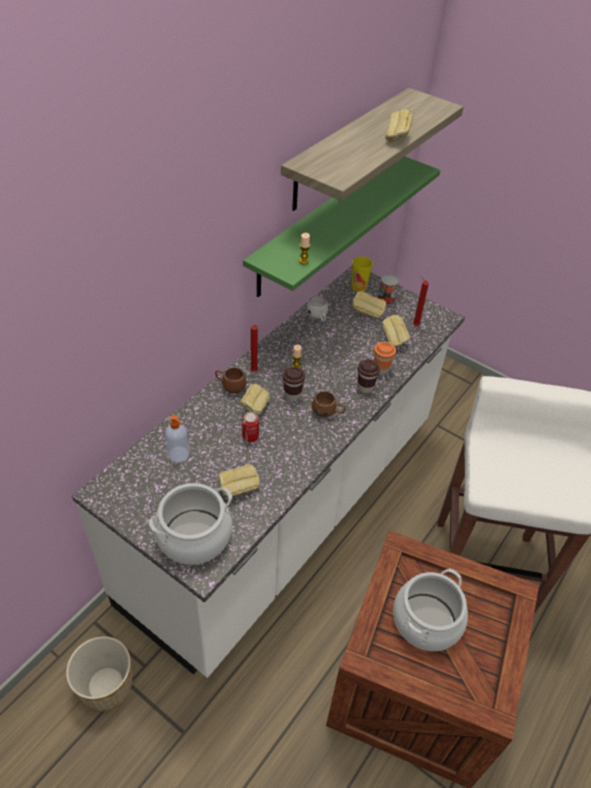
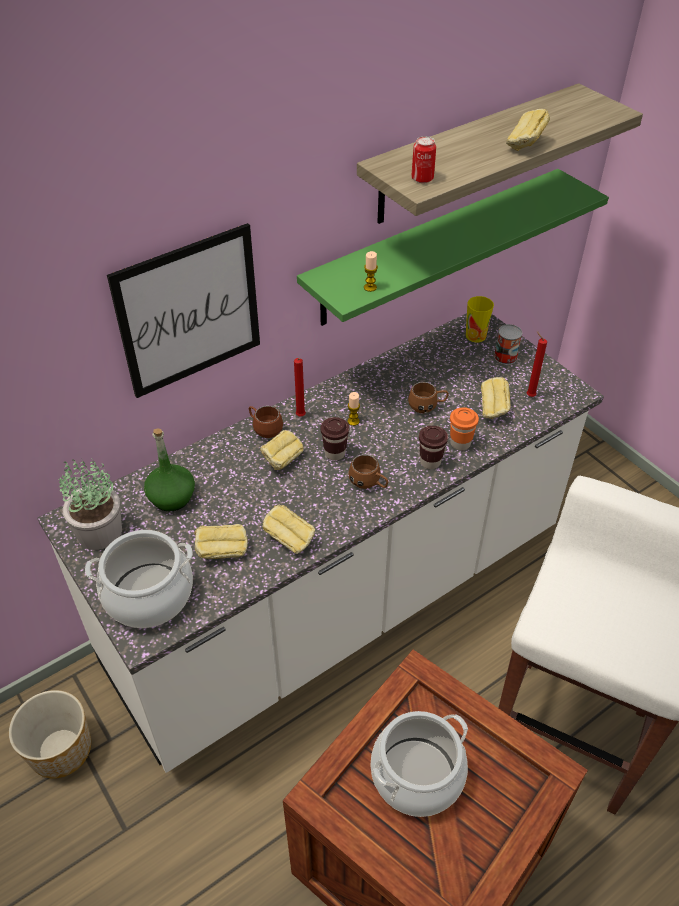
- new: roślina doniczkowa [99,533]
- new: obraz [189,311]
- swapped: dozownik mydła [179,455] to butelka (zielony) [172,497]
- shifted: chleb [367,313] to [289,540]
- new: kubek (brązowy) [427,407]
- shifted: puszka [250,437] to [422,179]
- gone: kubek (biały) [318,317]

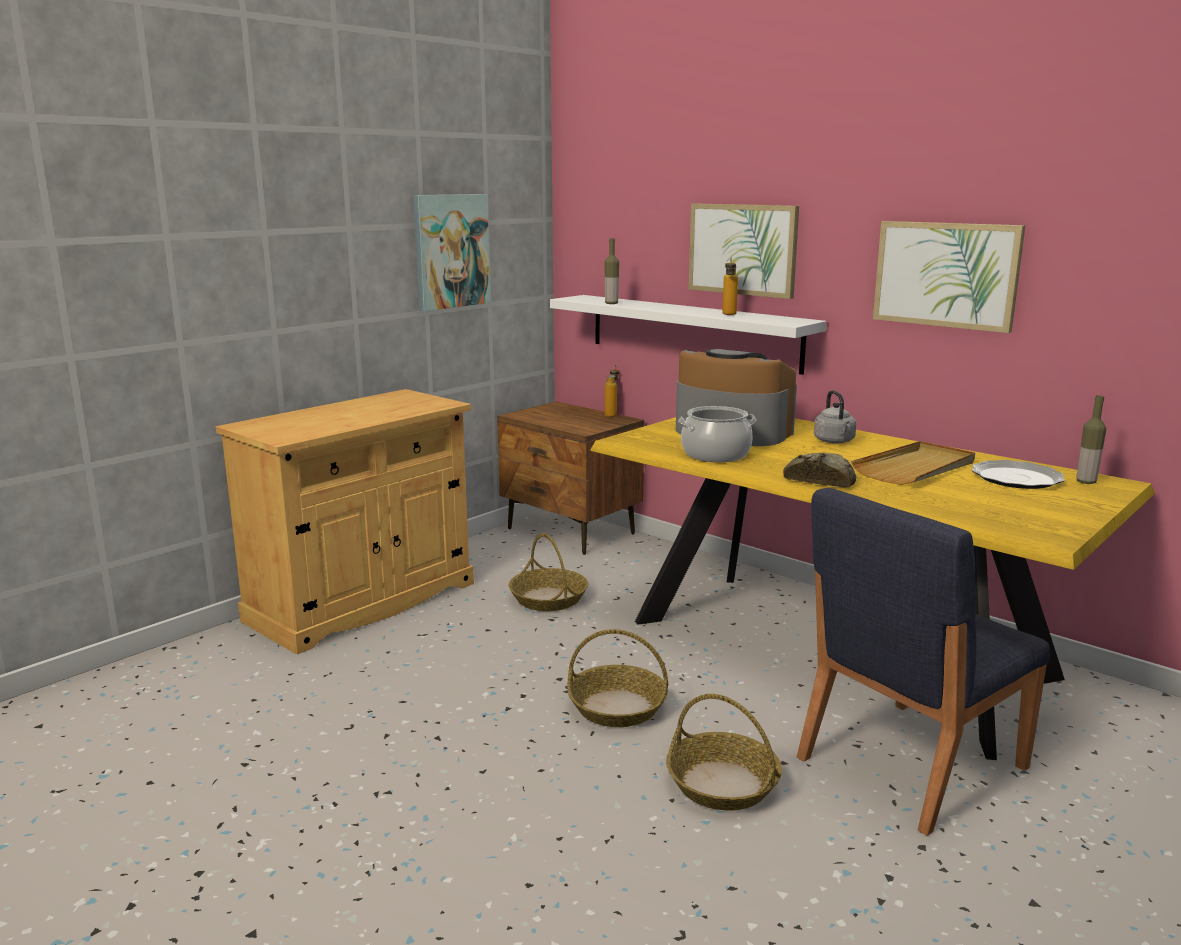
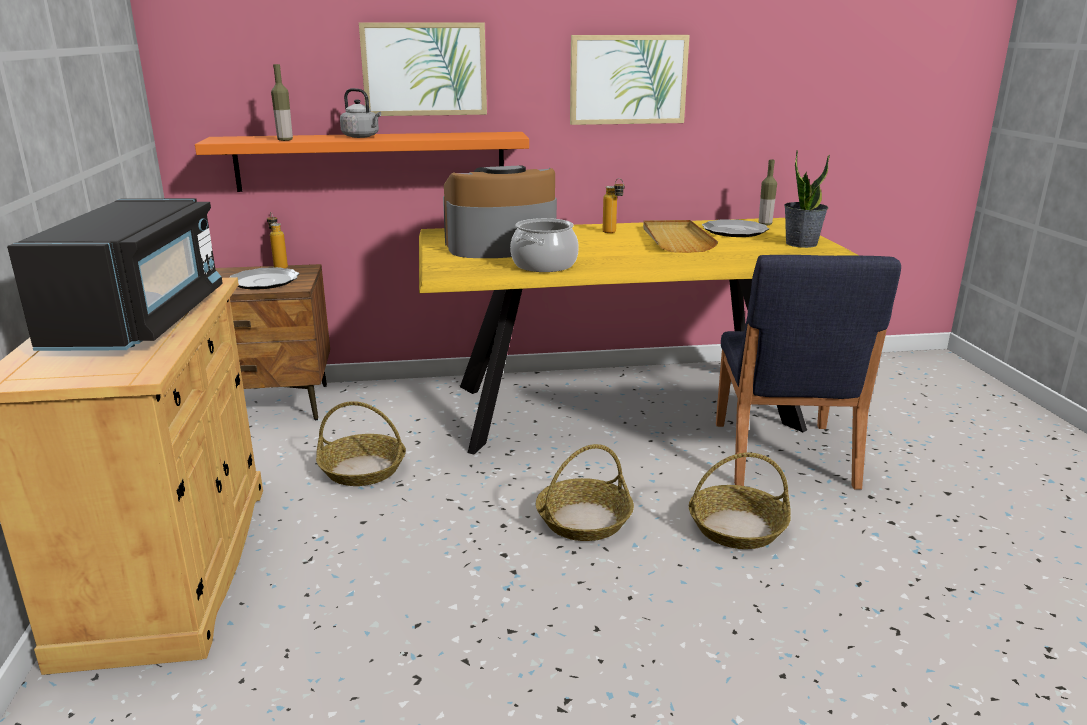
- new: mikrofalówka (czarny) [140,321]
- repainted: półka (biały) [692,332] to półka (pomarańczowy) [371,161]
- new: talerz [264,281]
- shifted: czajnik (szary) [835,441] to [362,137]
- shifted: butelka [728,315] to [613,233]
- new: roślina doniczkowa [801,243]
- gone: obraz [451,251]
- gone: chleb [819,480]

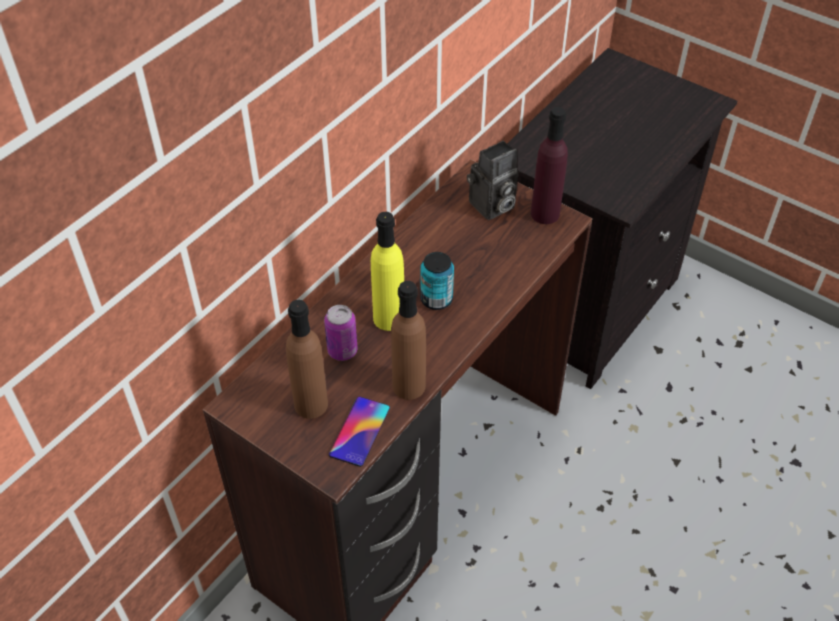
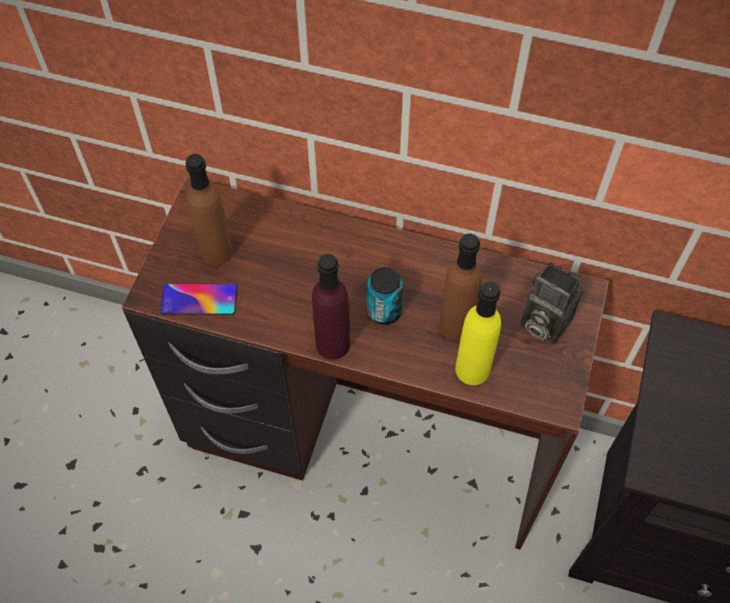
- shifted: butelka (fioletowy) [545,213] to [332,344]
- shifted: butelka (brązowy) [409,386] to [455,325]
- shifted: butelka (żółty) [389,318] to [472,369]
- gone: puszka [342,351]

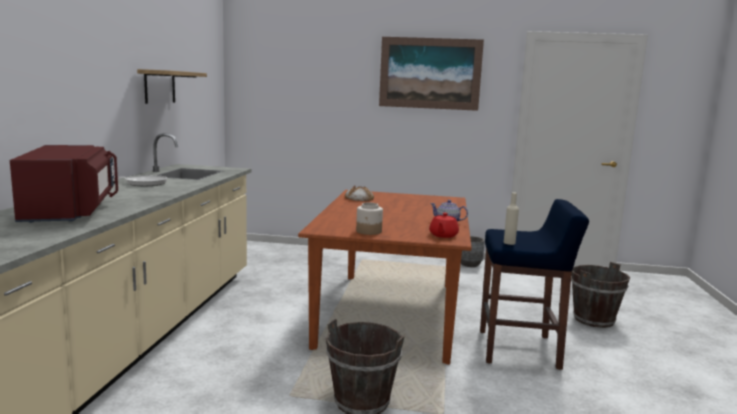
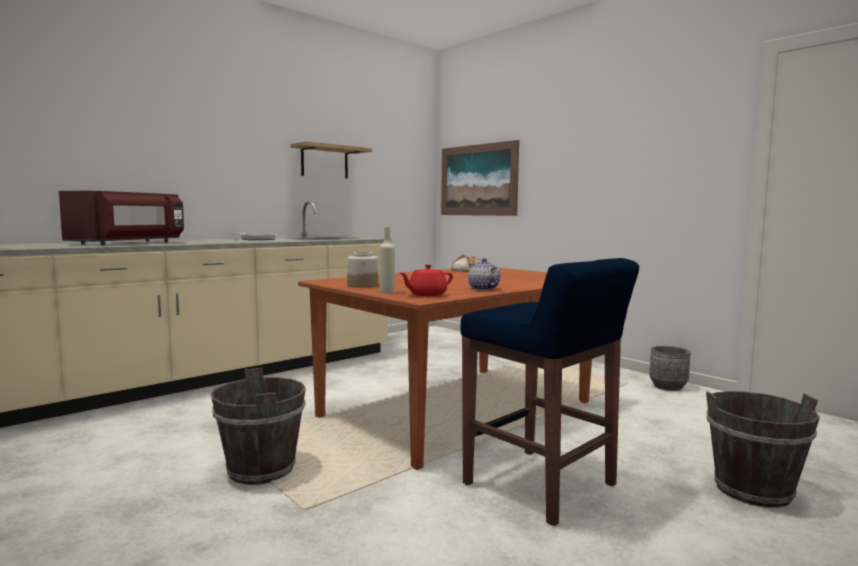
- shifted: butelka (beżowy) [509,243] to [387,292]
- shifted: obraz [430,73] to [478,180]

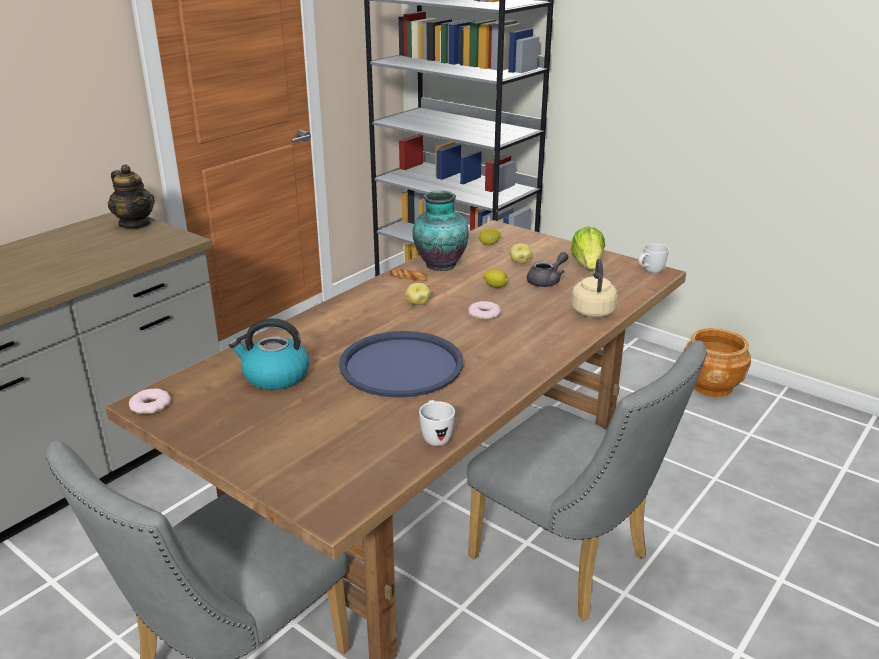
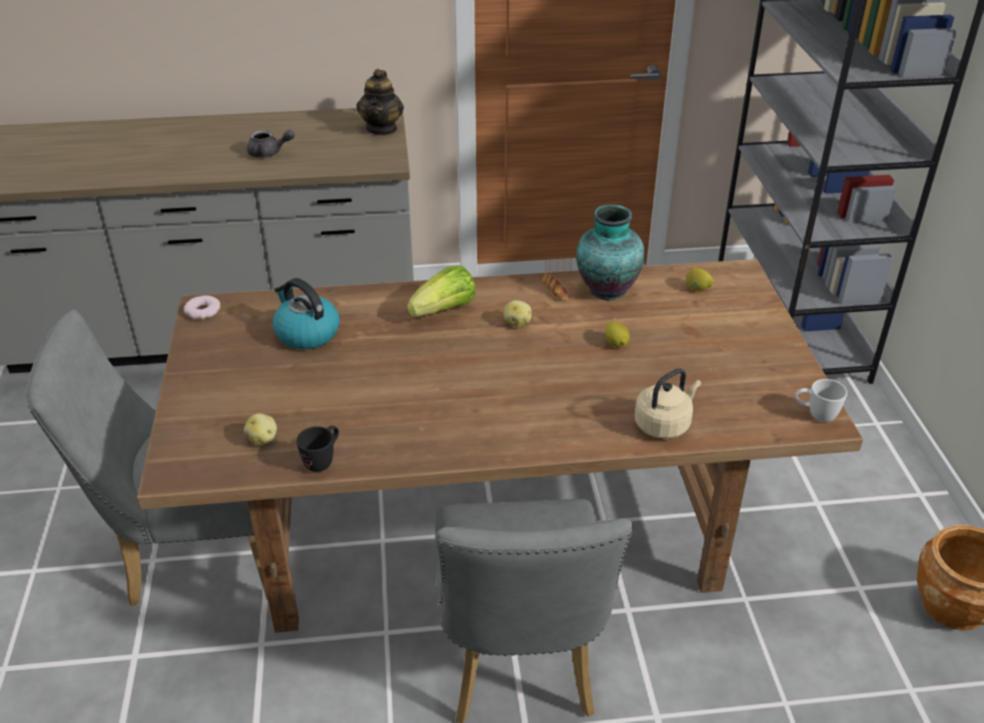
- shifted: ziemniak [520,262] to [263,439]
- shifted: imbryk (szary) [547,281] to [269,153]
- repainted: kubek (biały) [435,436] to kubek (czarny) [323,461]
- shifted: sałata [587,264] to [445,310]
- gone: taca (niebieski) [401,365]
- gone: donut [484,314]

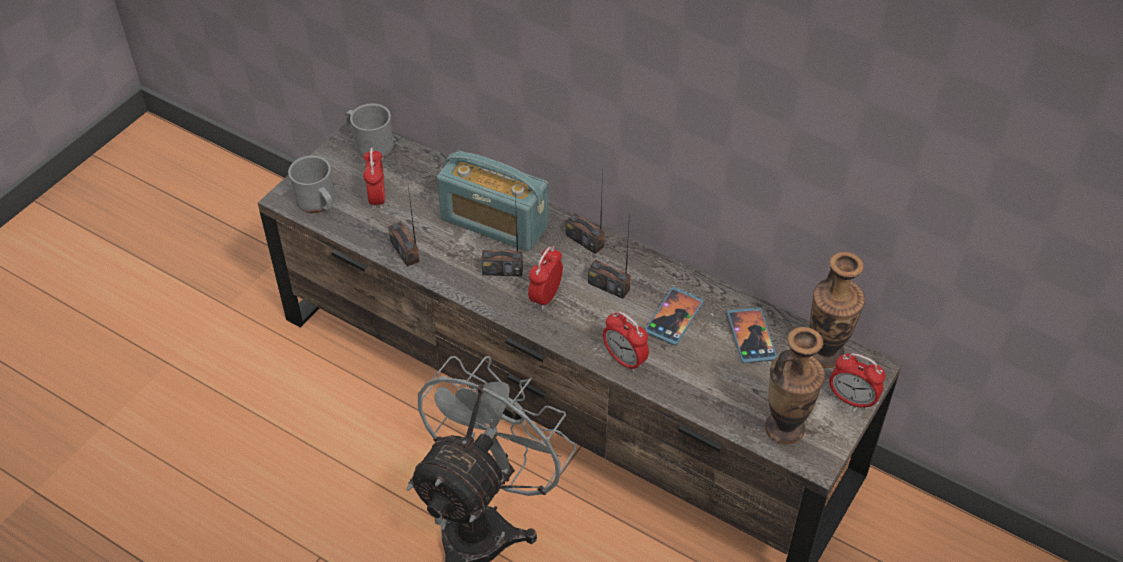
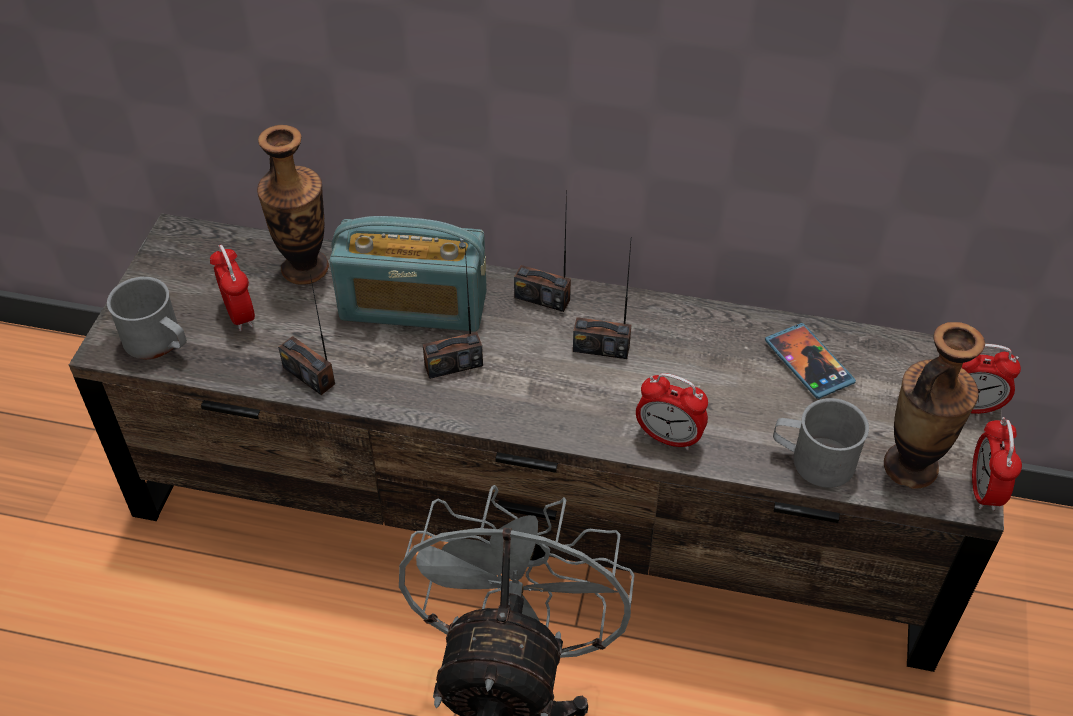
- shifted: wazon [825,353] to [305,268]
- shifted: kubek (szary) [369,143] to [812,460]
- shifted: budzik [545,296] to [983,490]
- gone: telefon [674,318]

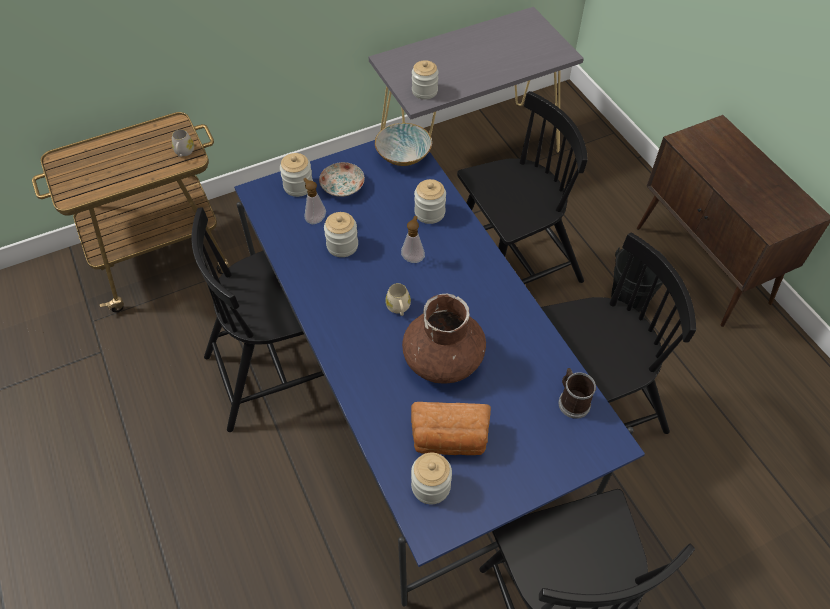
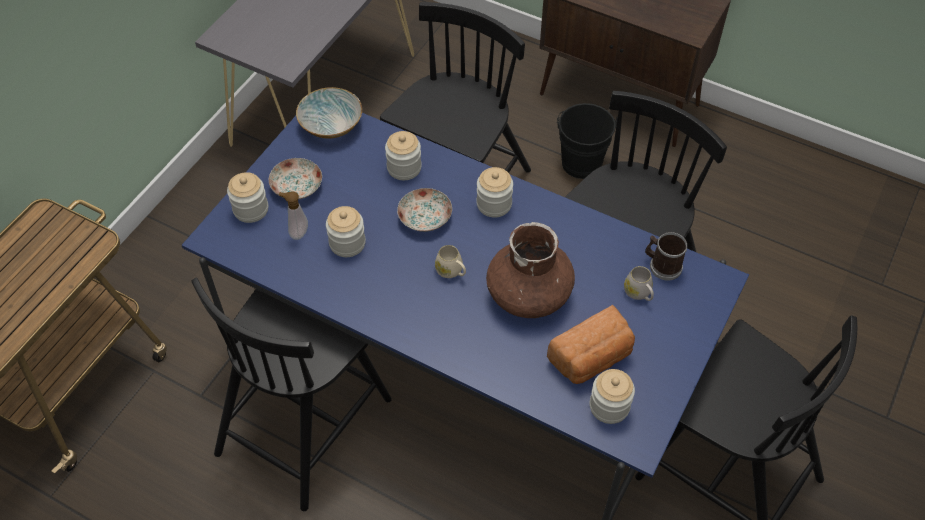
- swapped: dozownik mydła [413,258] to talerz [425,218]
- shifted: słoik [424,91] to [494,204]
- shifted: kubek (biały) [184,152] to [639,293]

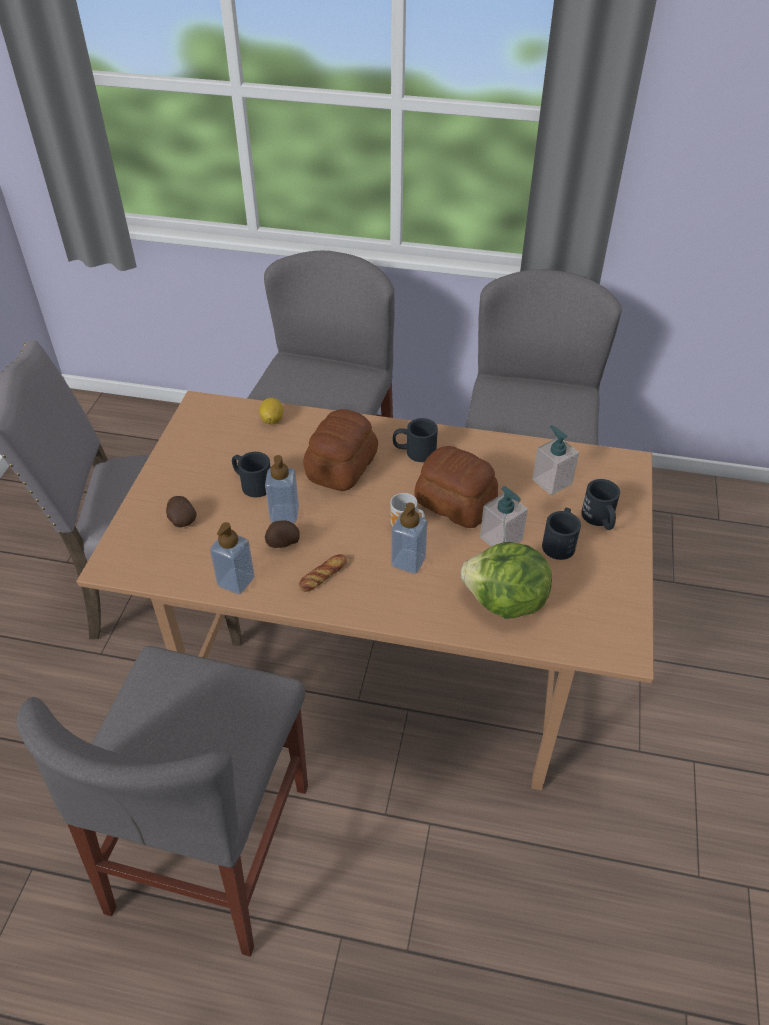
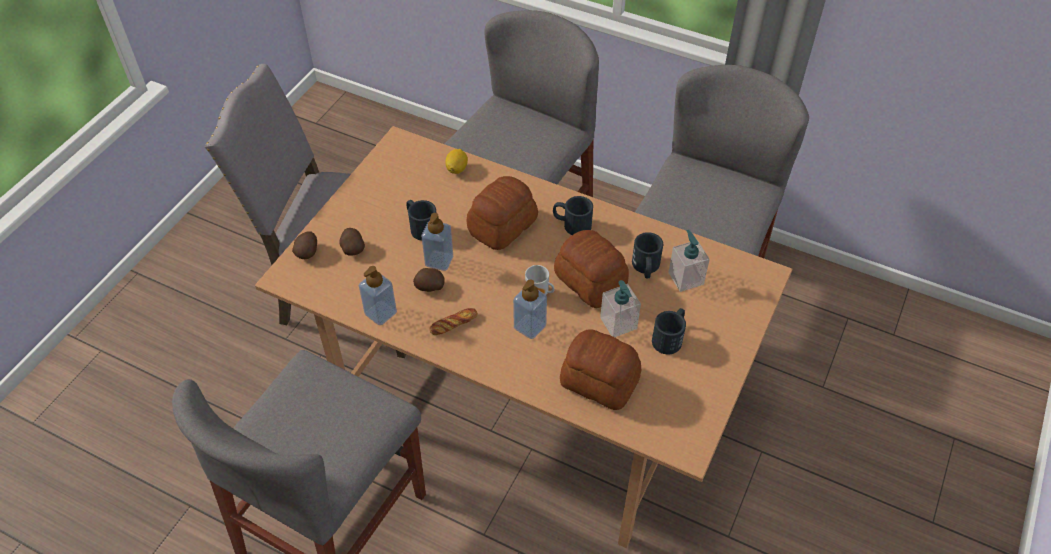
- new: ziemniak [308,252]
- swapped: sałata [505,603] to chleb [599,382]
- shifted: kubek (czarny) [600,520] to [646,268]

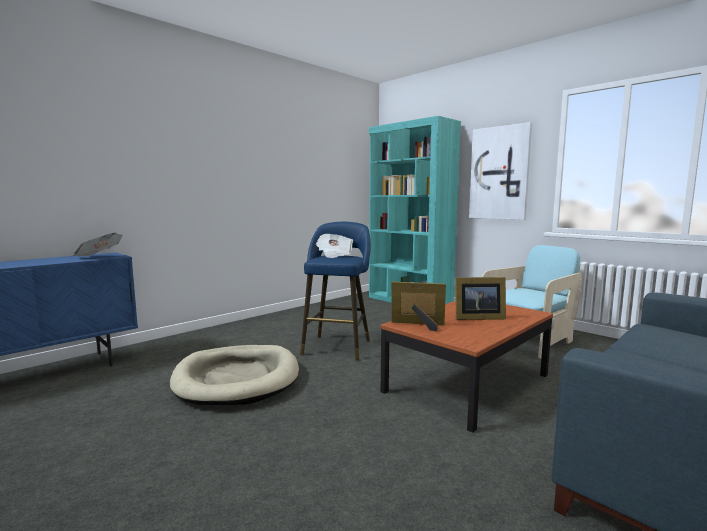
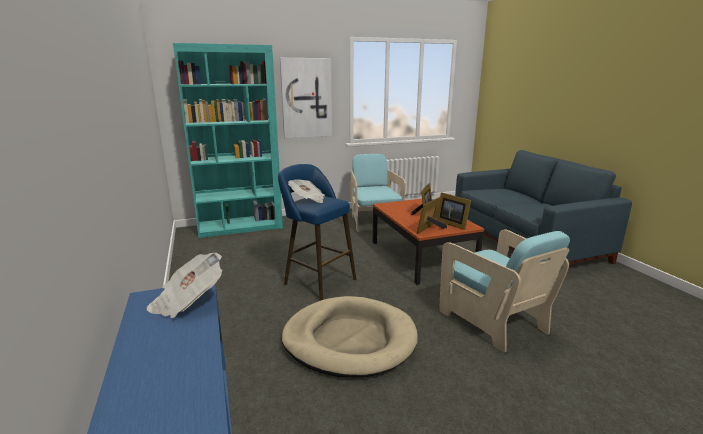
- new: ramka na zdjęcie [451,223]
- new: fotel (turkusowy) [493,320]

